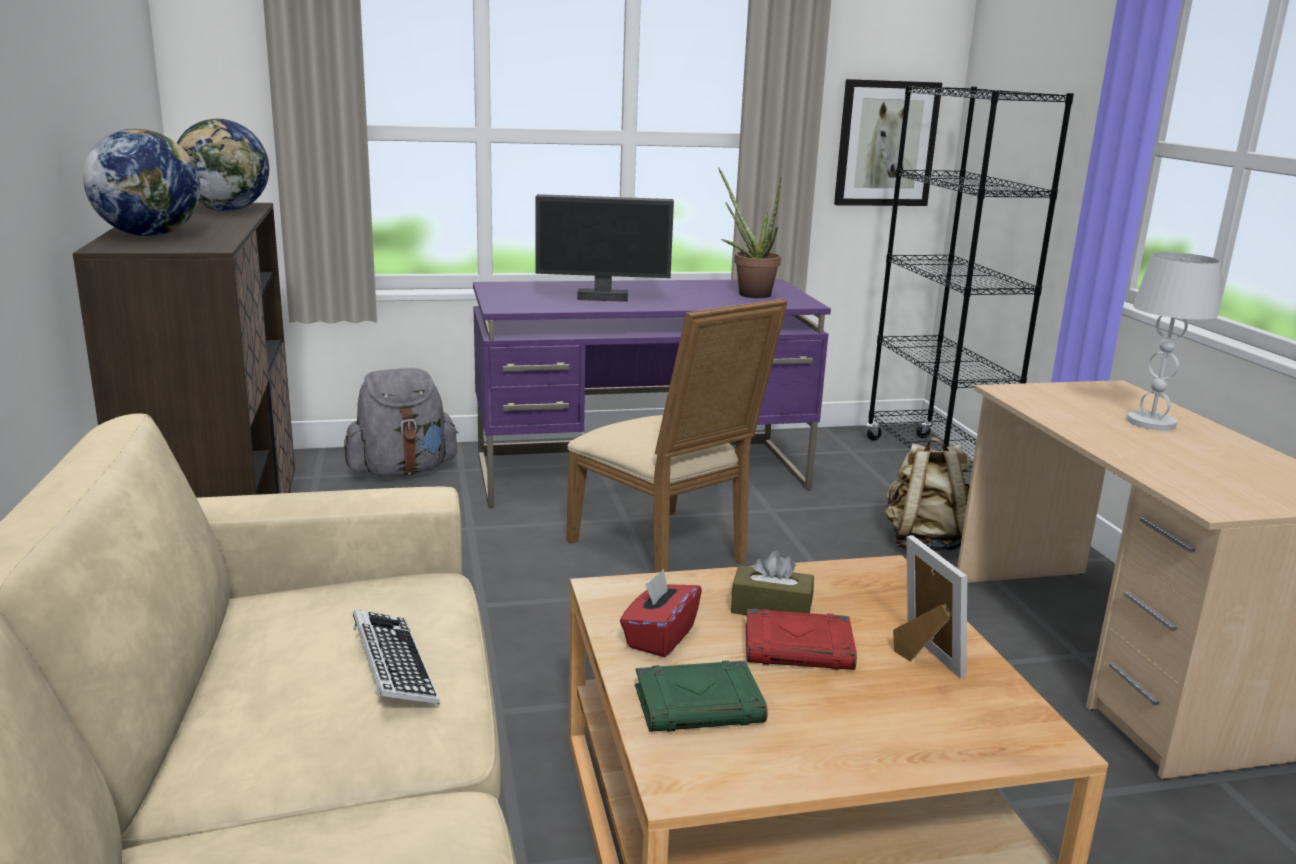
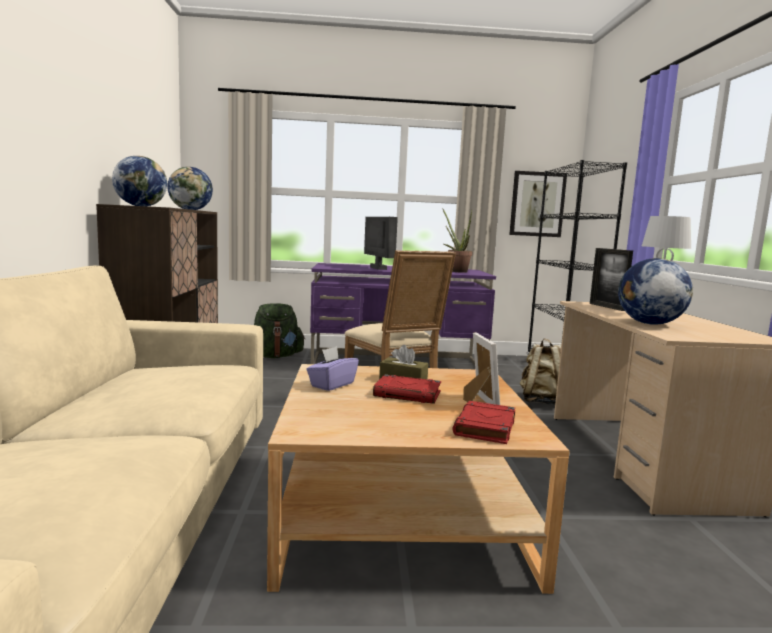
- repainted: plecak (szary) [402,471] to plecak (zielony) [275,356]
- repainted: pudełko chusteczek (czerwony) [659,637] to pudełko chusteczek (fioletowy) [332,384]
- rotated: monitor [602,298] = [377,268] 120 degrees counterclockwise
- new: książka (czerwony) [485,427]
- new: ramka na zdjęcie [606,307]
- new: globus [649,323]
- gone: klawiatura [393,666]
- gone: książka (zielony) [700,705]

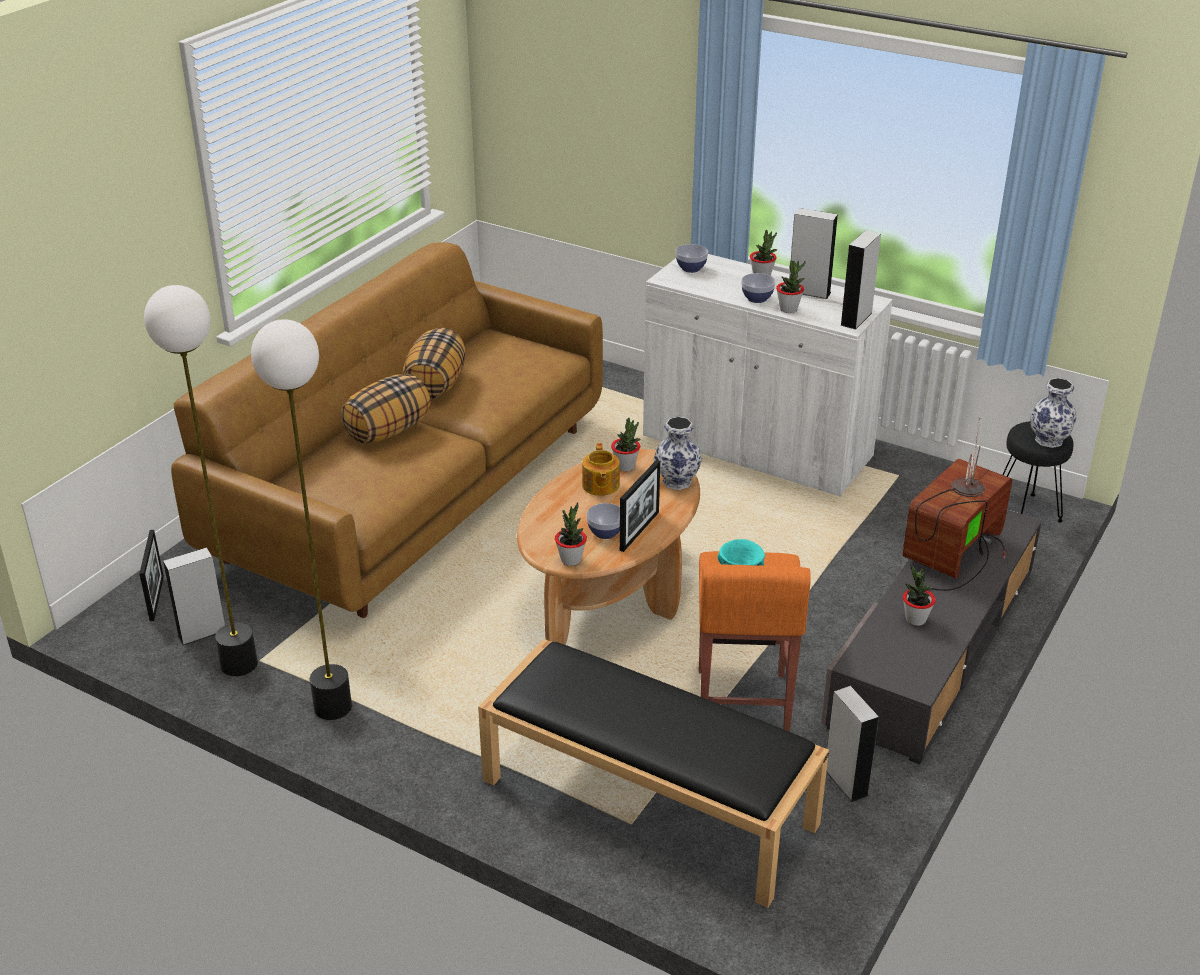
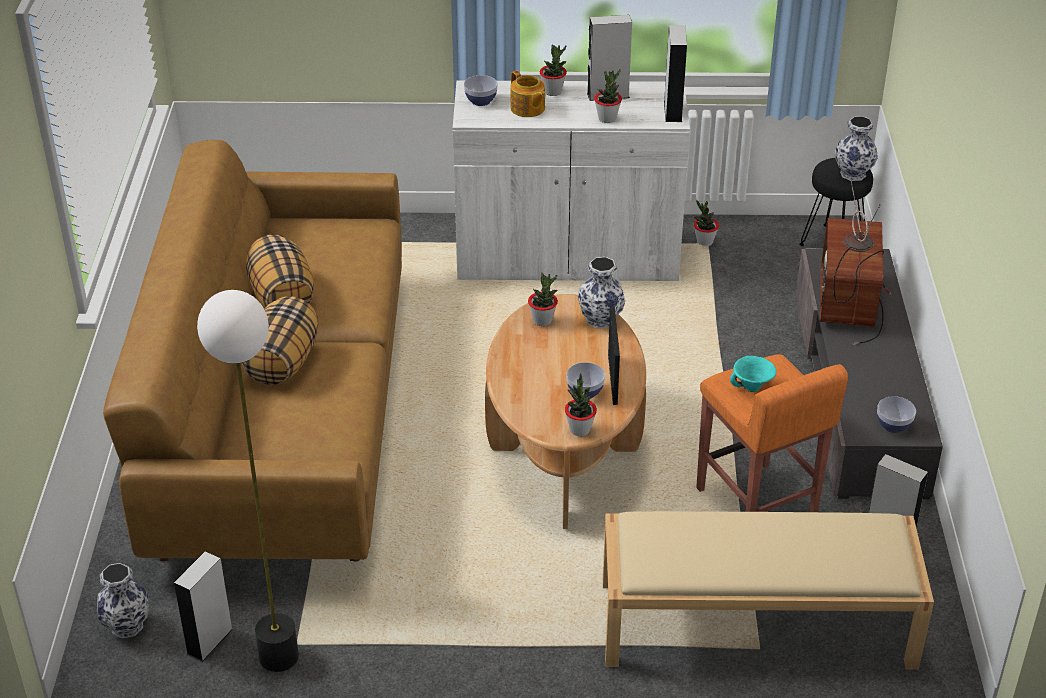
- swapped: ramka na zdjęcie [156,598] to wazon [126,625]
- shifted: imbryk [600,486] to [527,109]
- repainted: ławka (czarny) [646,802] to ławka (beżowy) [754,624]
- shifted: roślina doniczkowa [915,619] to [704,242]
- shifted: miska [757,298] to [893,425]
- gone: lampa stojąca [332,707]

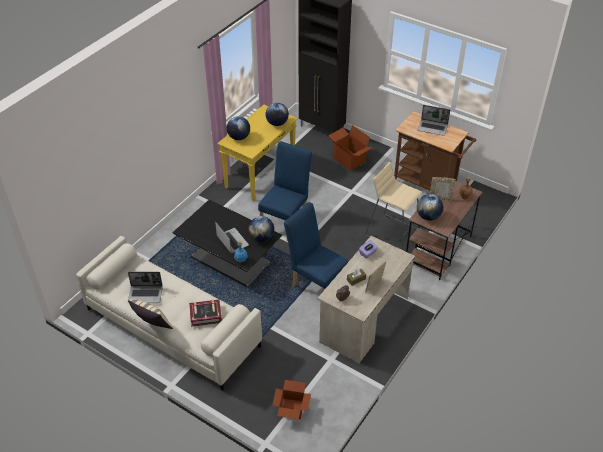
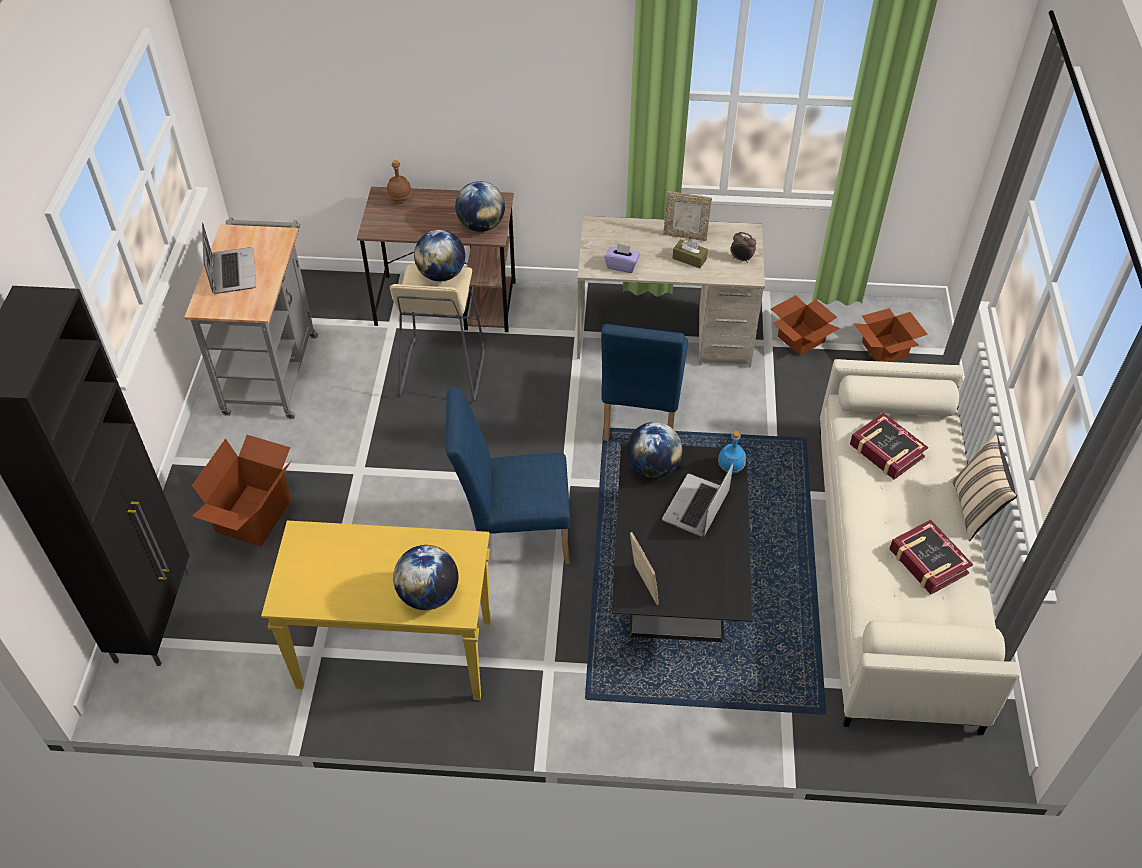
- repainted: wózek (brązowy) [428,184] to wózek (szary) [272,368]
- shifted: globus [277,123] to [441,274]
- shifted: ramka na zdjęcie [440,198] to [643,585]
- new: karton [800,338]
- swapped: laptop [146,294] to książka [928,561]

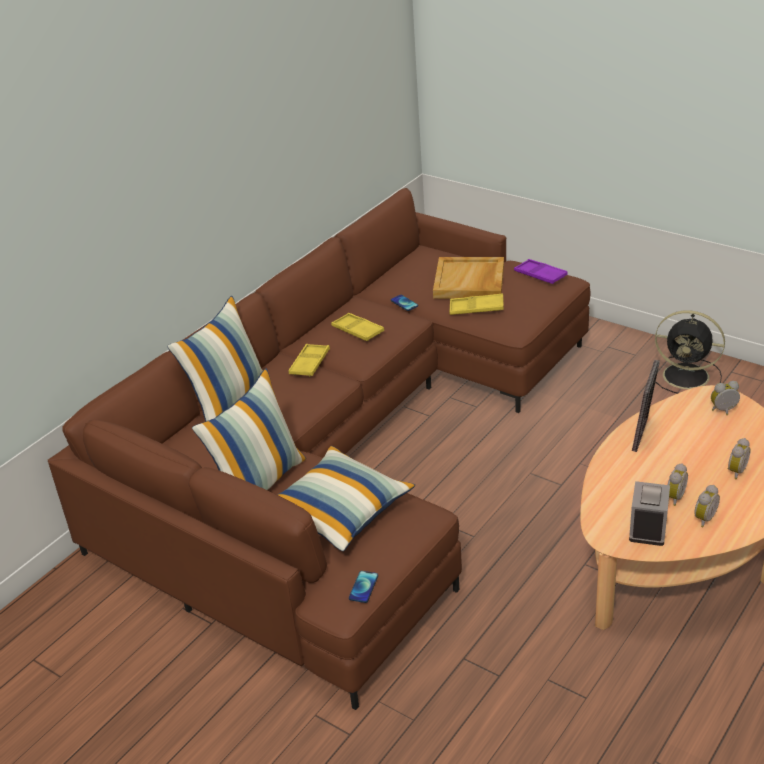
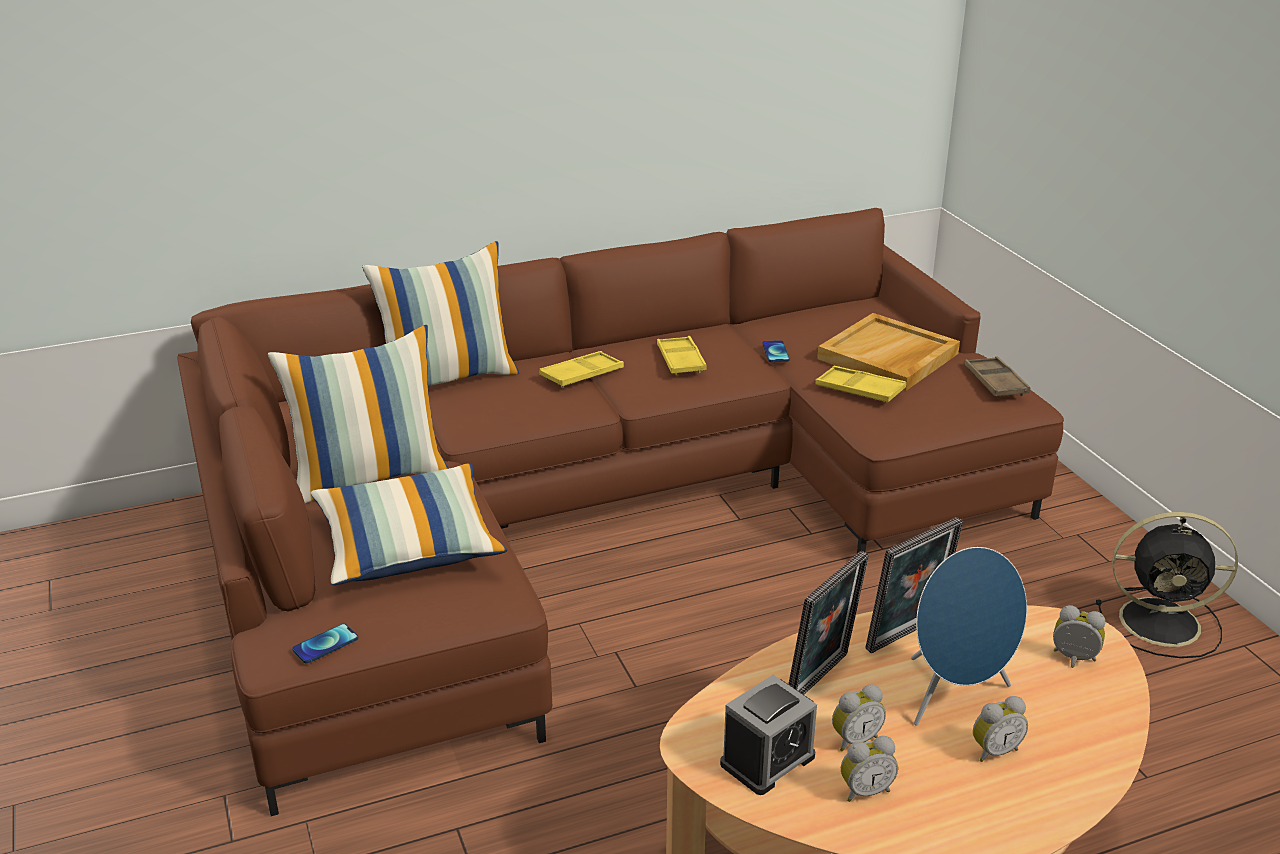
- new: ramka na zdjęcie [822,680]
- new: głośnik (niebieski) [954,697]
- repainted: taca (fioletowy) [540,275] to taca (brązowy) [995,382]
- rotated: wentylator (czarny) [688,376] = [1163,622] 45 degrees counterclockwise

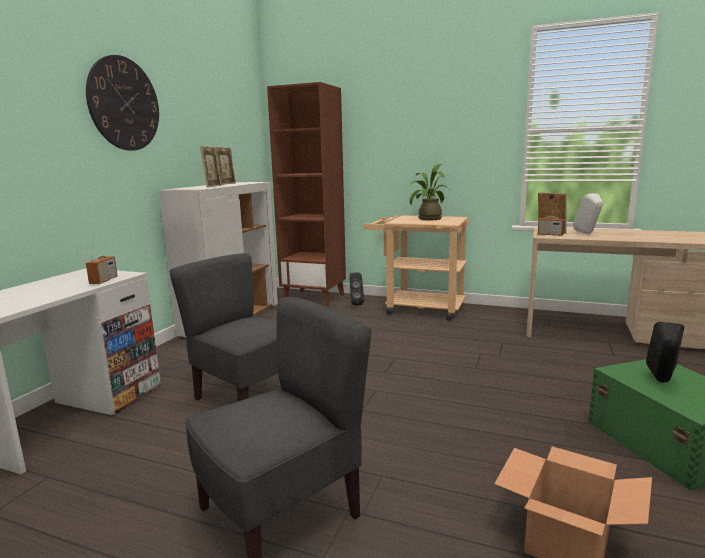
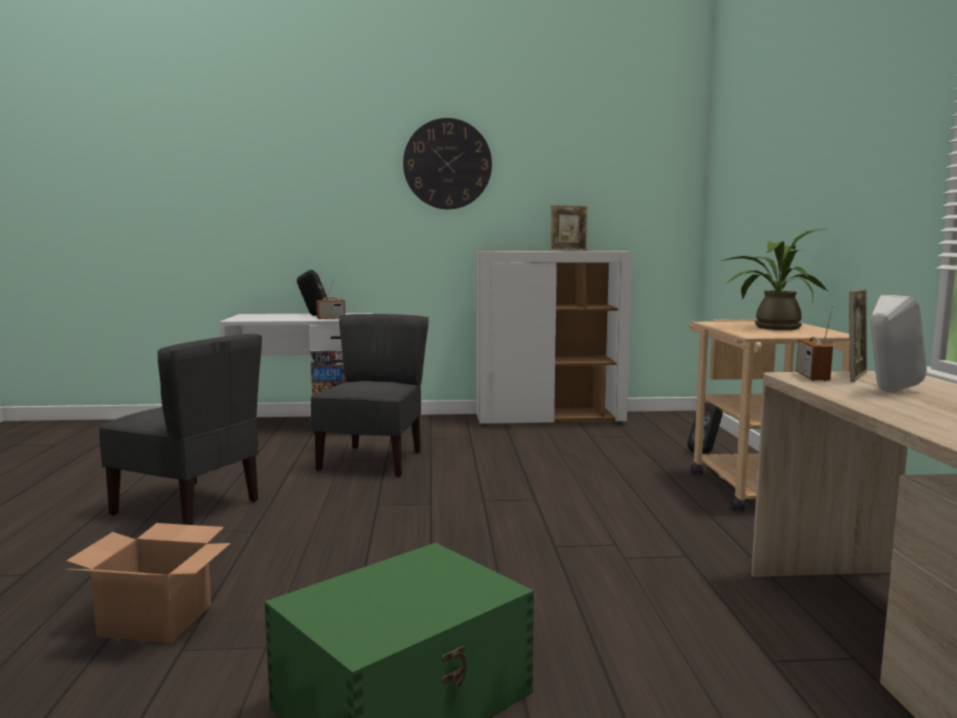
- shifted: głośnik (czarny) [661,382] to [314,315]
- gone: ramka na zdjęcie [213,186]
- gone: regał (brązowy) [314,298]

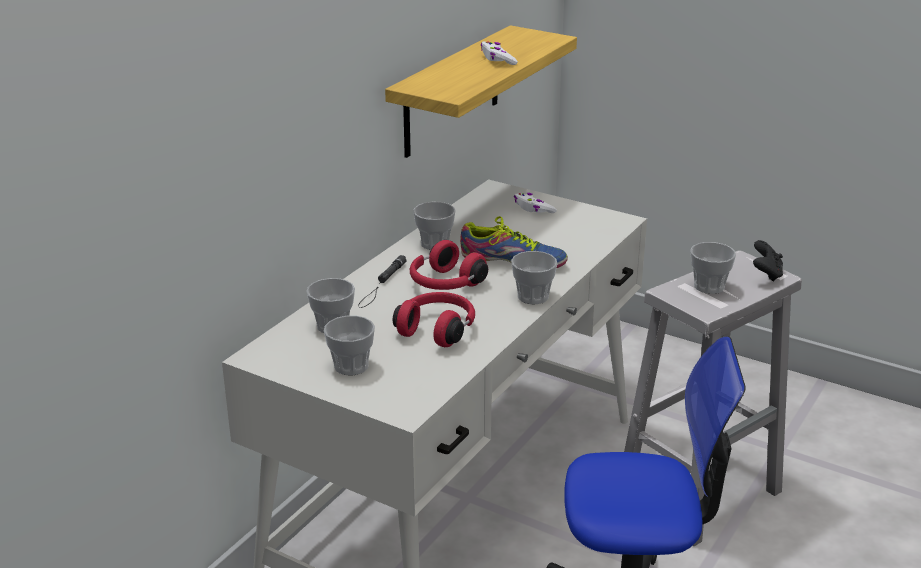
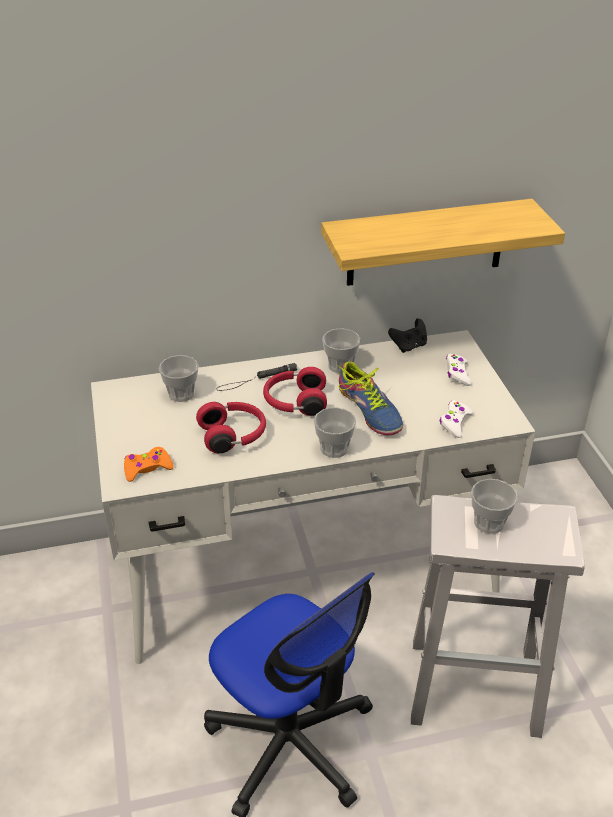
- new: pad do gier (pomarańczowy) [147,468]
- shifted: pad do gier (czarny) [766,274] to [409,346]
- shifted: pad do gier (biały) [497,59] to [455,423]
- gone: filiżanka [351,366]

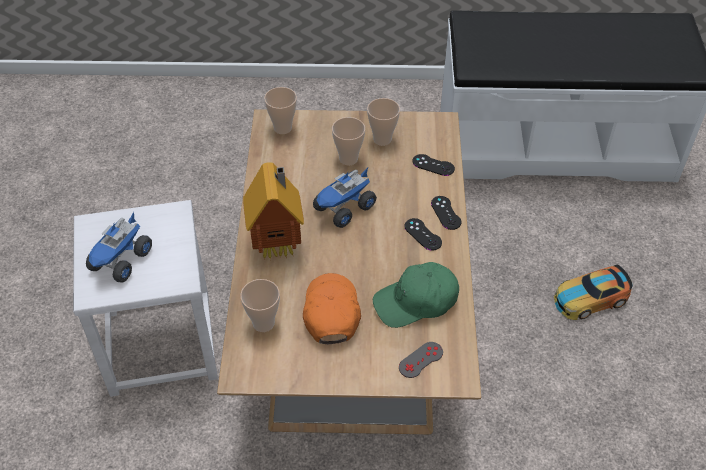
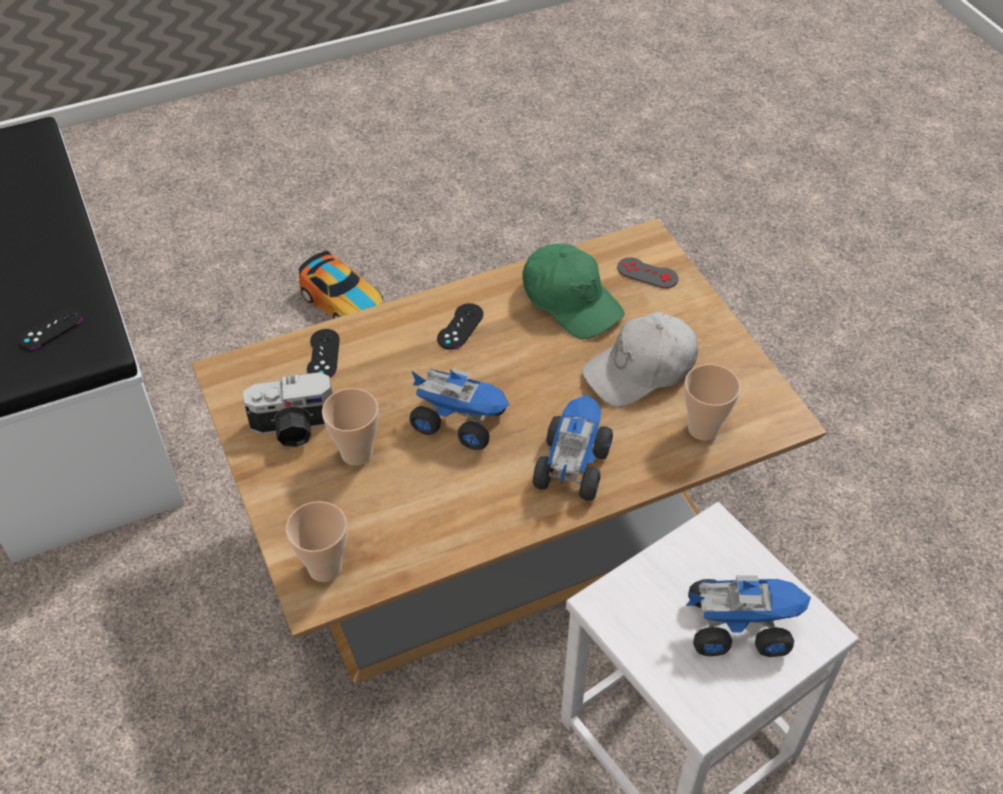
- shifted: pad do gier (czarny) [446,213] to [51,328]
- swapped: filiżanka [382,139] to aparat fotograficzny [294,428]
- swapped: domek [279,246] to ciężarówka zabawkowa [571,466]
- repainted: czapka z daszkiem (pomarańczowy) [331,313] to czapka z daszkiem (biały) [641,370]

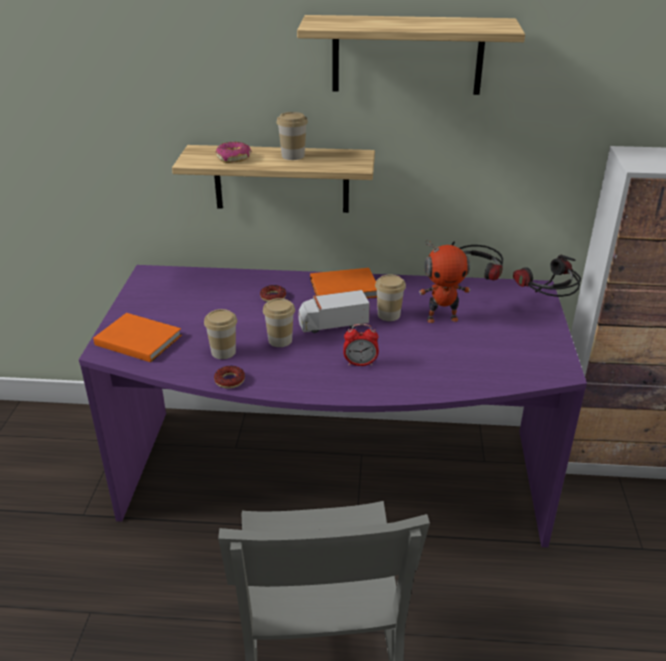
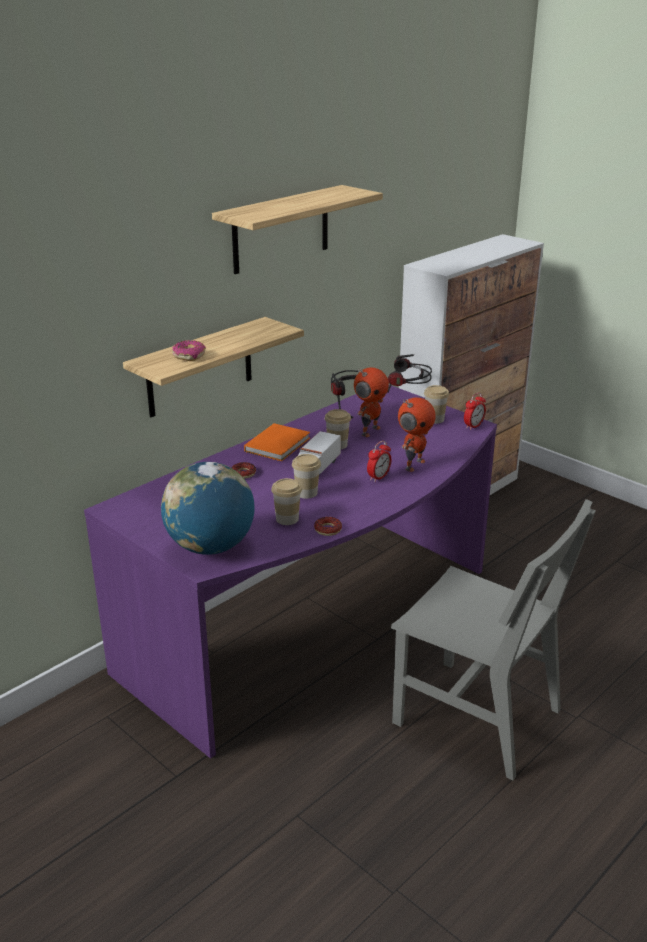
- swapped: książka (pomarańczowy) [137,339] to globus [210,547]
- new: robot zabawkowy [413,465]
- shifted: filiżanka [293,156] to [434,419]
- new: budzik [473,426]

